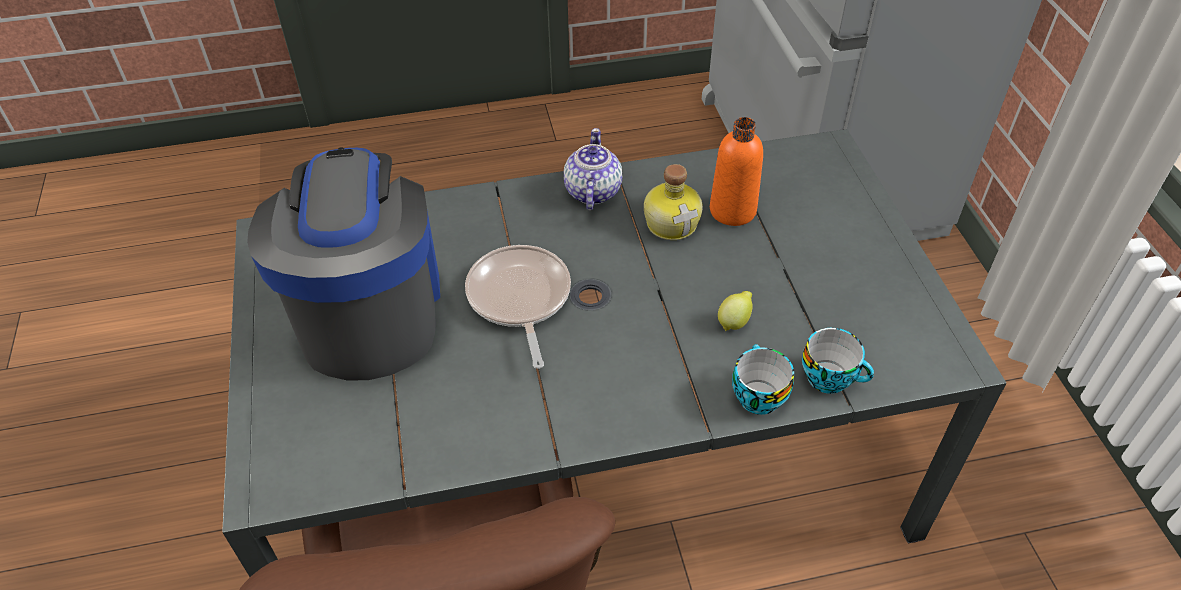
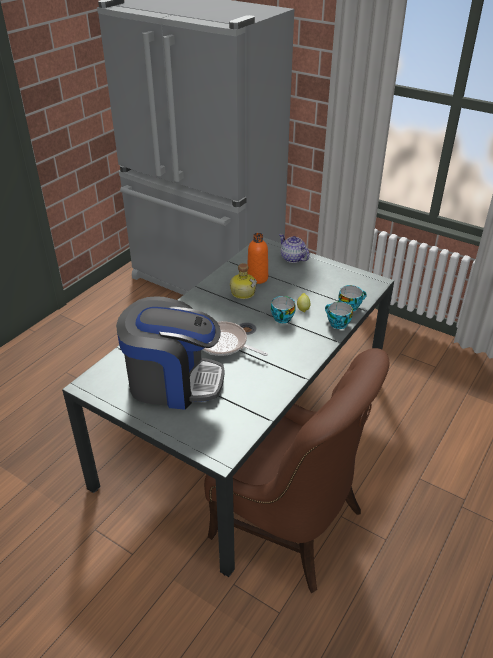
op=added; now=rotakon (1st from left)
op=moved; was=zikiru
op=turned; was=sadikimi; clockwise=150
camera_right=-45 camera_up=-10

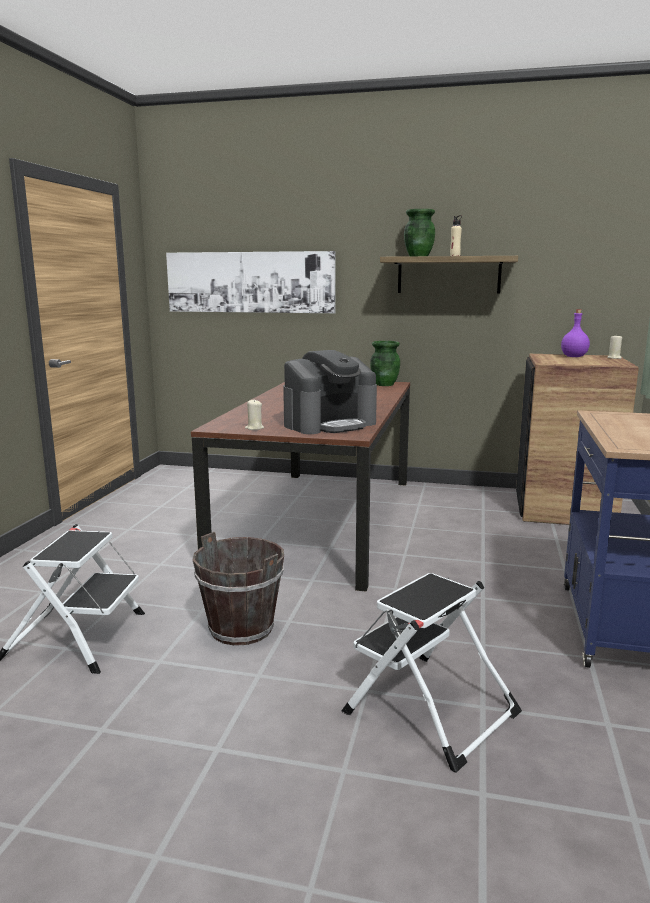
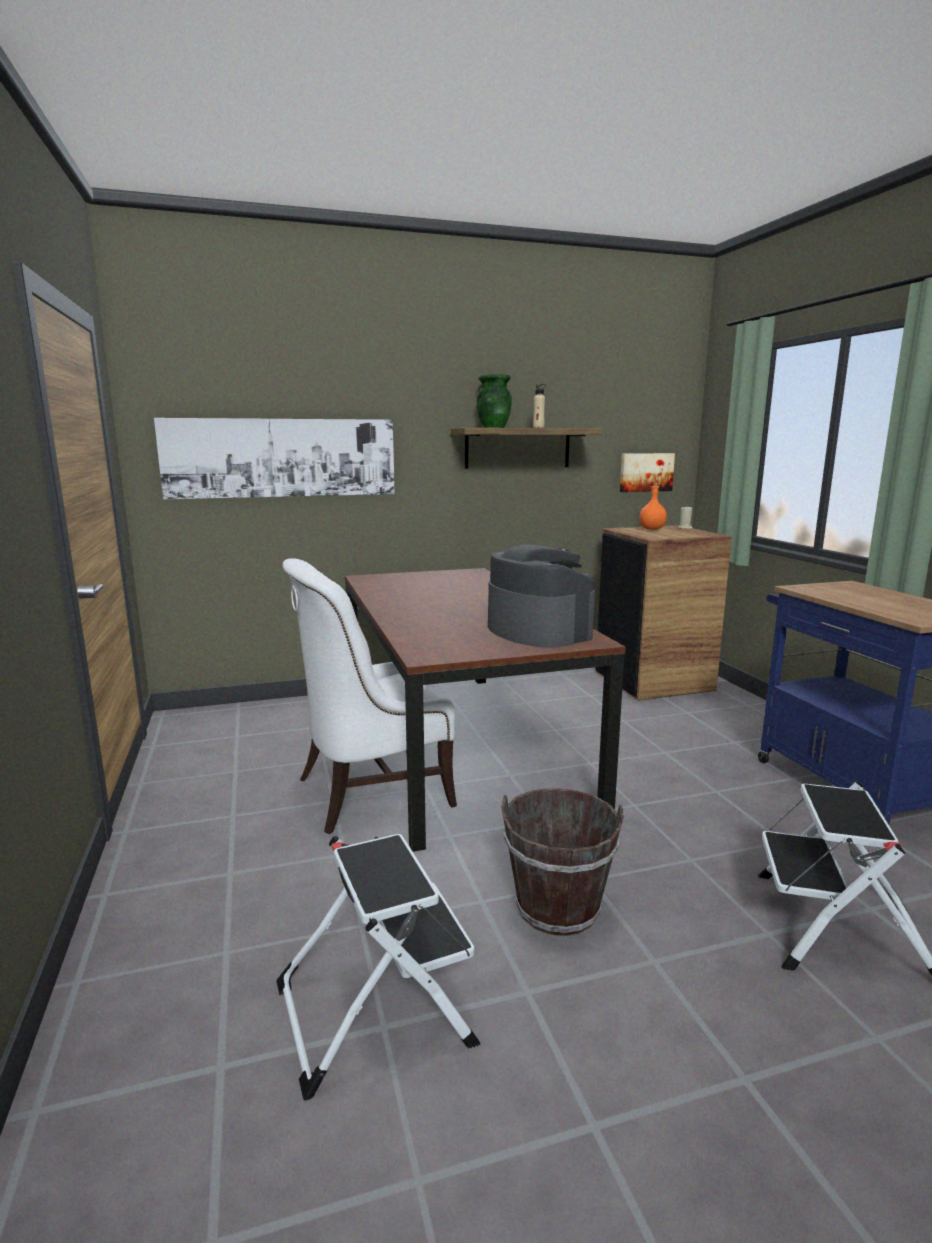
op=removed; was=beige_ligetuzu (1st from left)
op=removed; was=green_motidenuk (1st from left)
op=added; now=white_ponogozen
op=added; now=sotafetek (2nd from left)
op=recoloured; was=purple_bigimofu; now=orange_bigimofu
op=turned; was=sadikimi; clockwise=-60
camera_right=-30 camera_up=0

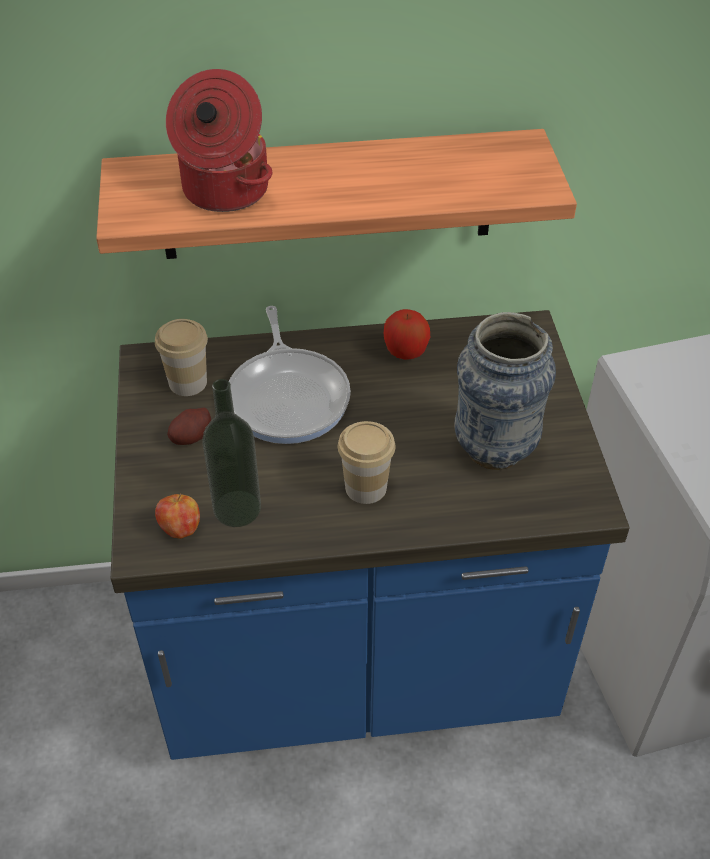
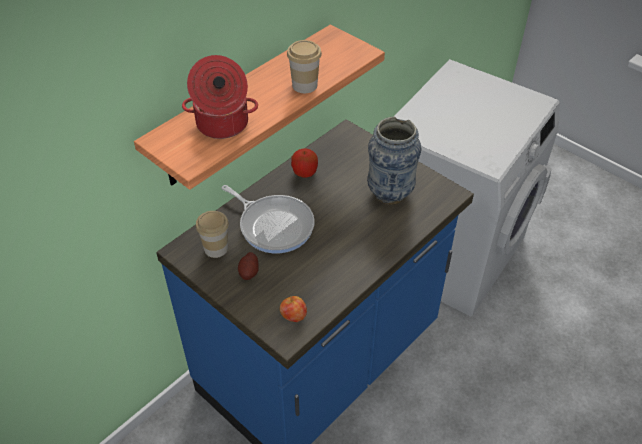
op=removed; was=bigimofu
op=moved; was=rotakon (2nd from left)
camera_right=-40 camera_up=0

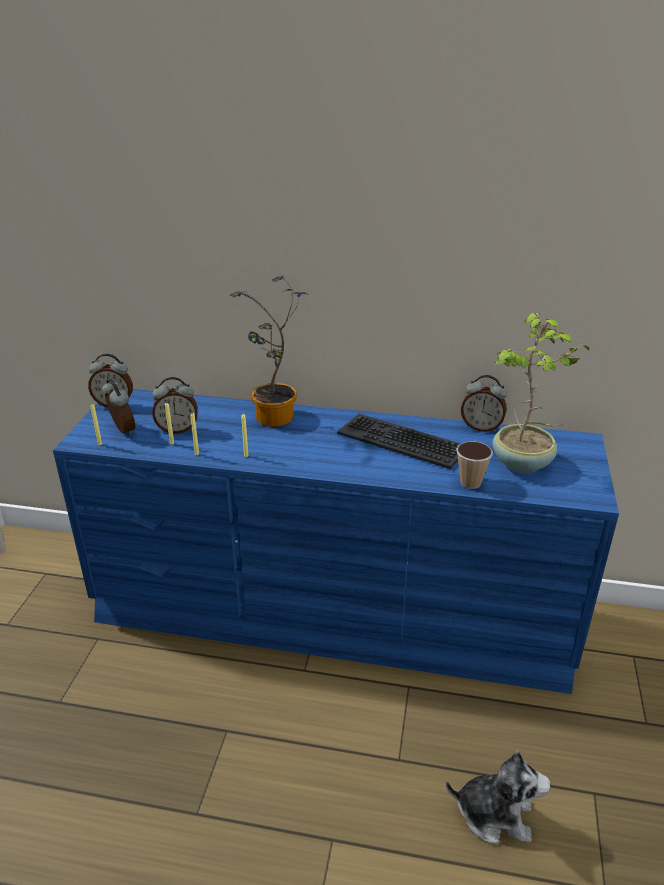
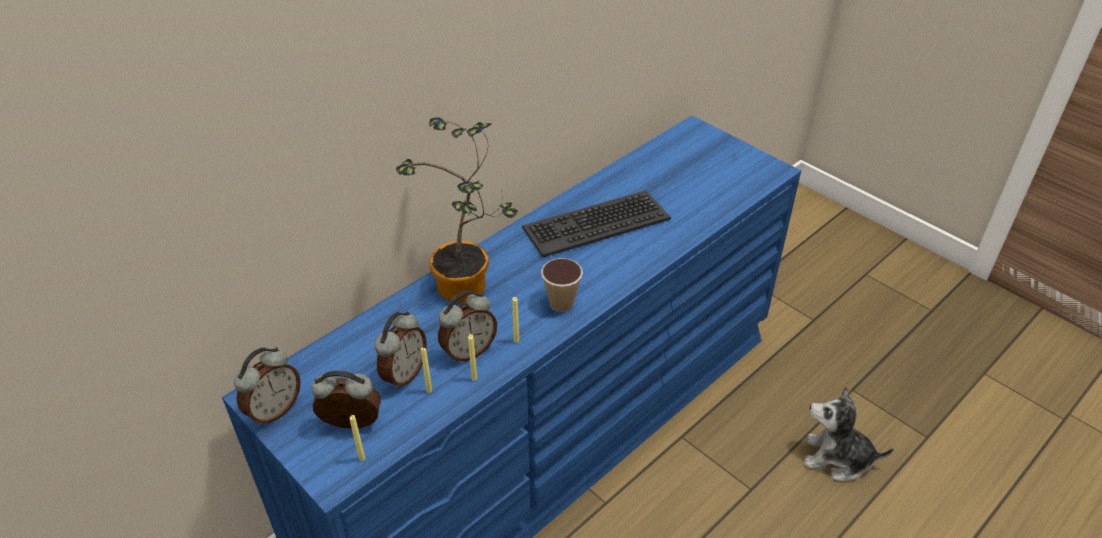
op=removed; was=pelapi (2nd from left)
op=moved; was=rotakon
op=moved; was=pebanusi (4th from left)
op=turned; was=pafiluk; clockwise=-120
camera_right=-55 camera_up=10

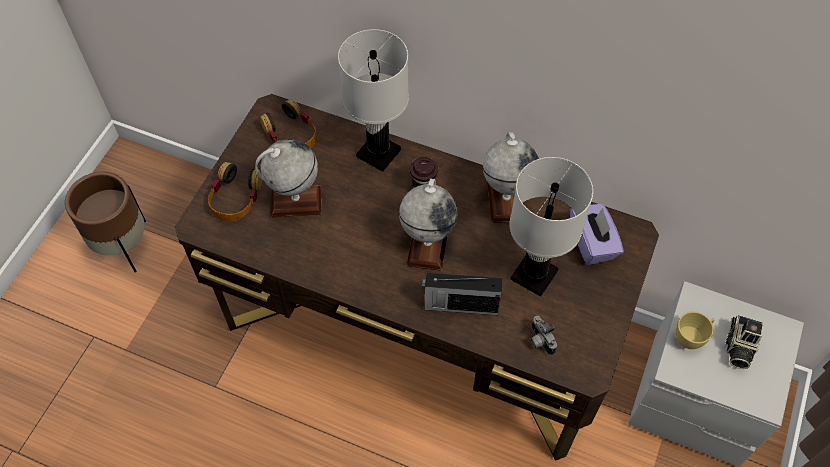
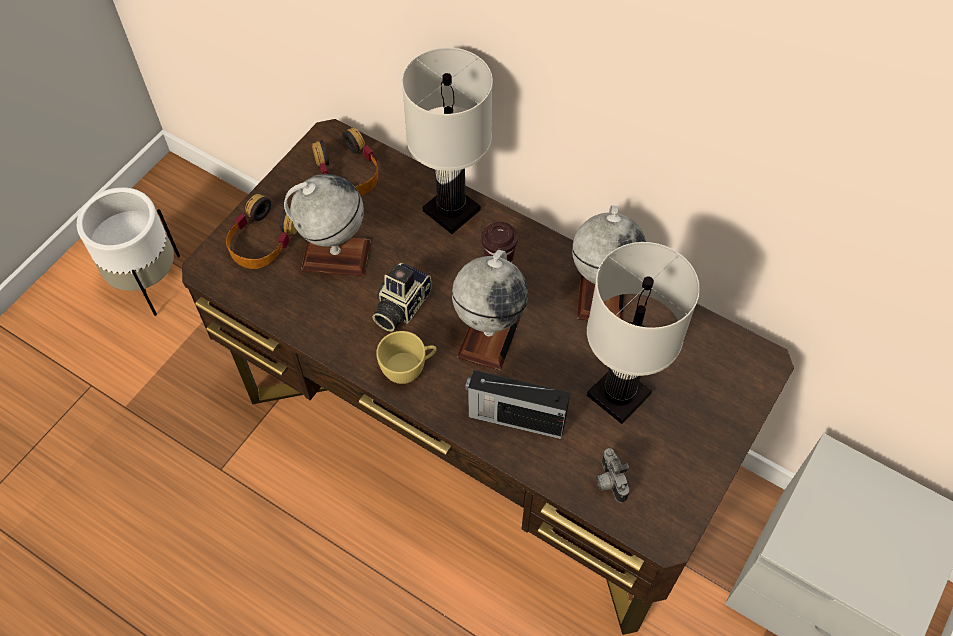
op=removed; was=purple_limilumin
op=moved; was=yellow_rotakon
op=moved; was=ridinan (2nd from left in the first image); now=ridinan (1st from left)
op=recoloured; was=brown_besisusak; now=white_besisusak
camera_right=10 camera_up=0

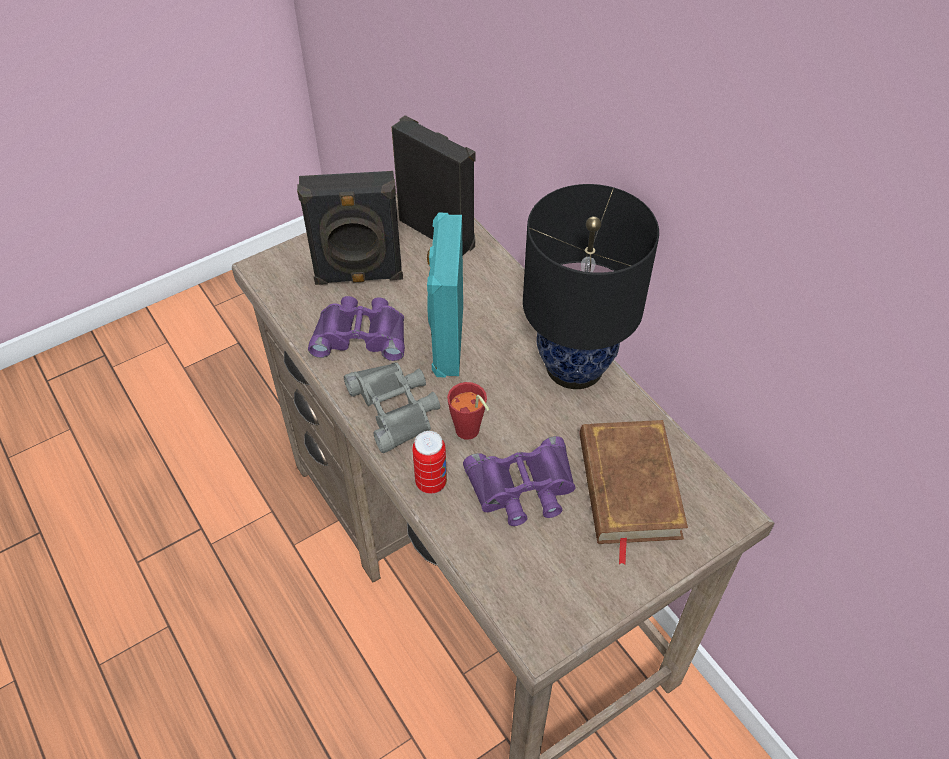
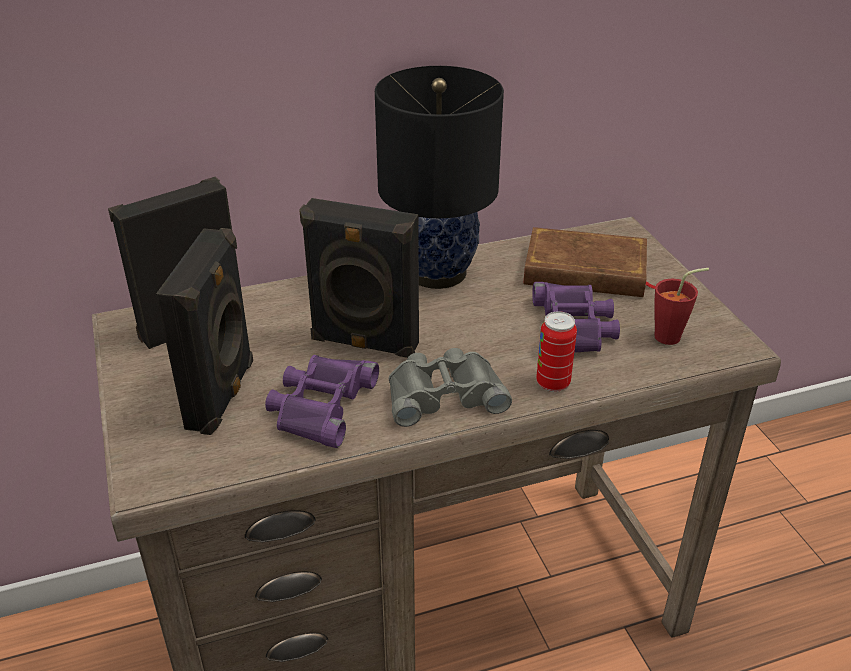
op=moved; was=red_rotakon
op=recoloured; was=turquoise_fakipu; now=black_fakipu (3rd from left)
camera_right=-75 camera_up=-15

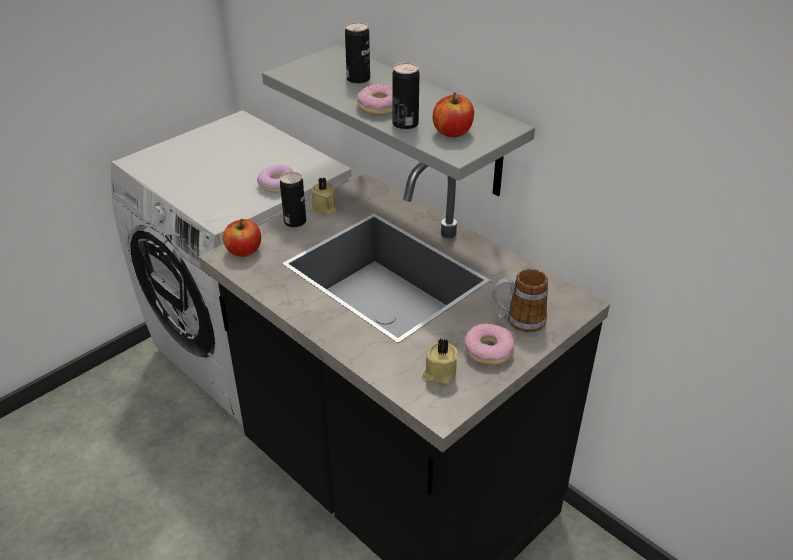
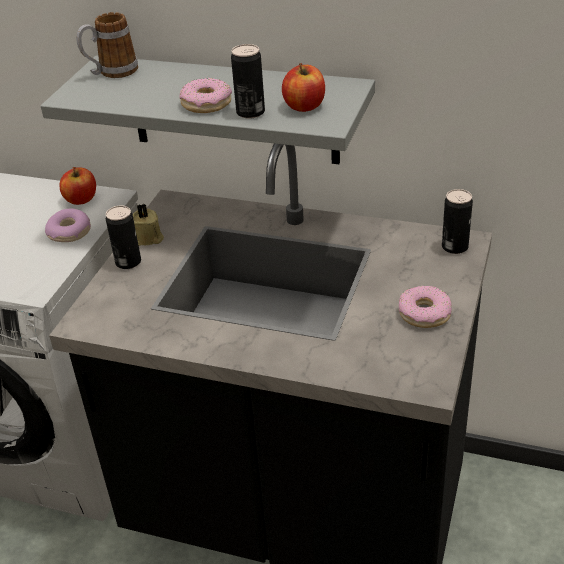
op=removed; was=beige_ligetuzu (2nd from left)
op=moved; was=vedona (1st from left)
op=moved; was=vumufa (2nd from left in the first image); now=vumufa (3rd from left)
op=moved; was=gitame
camera_right=-25 camera_up=0

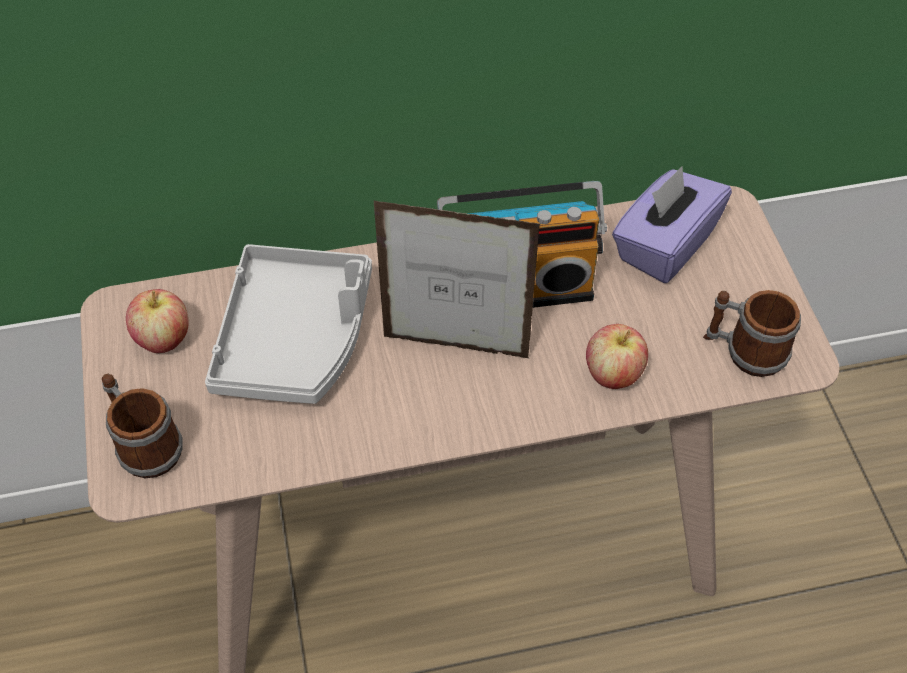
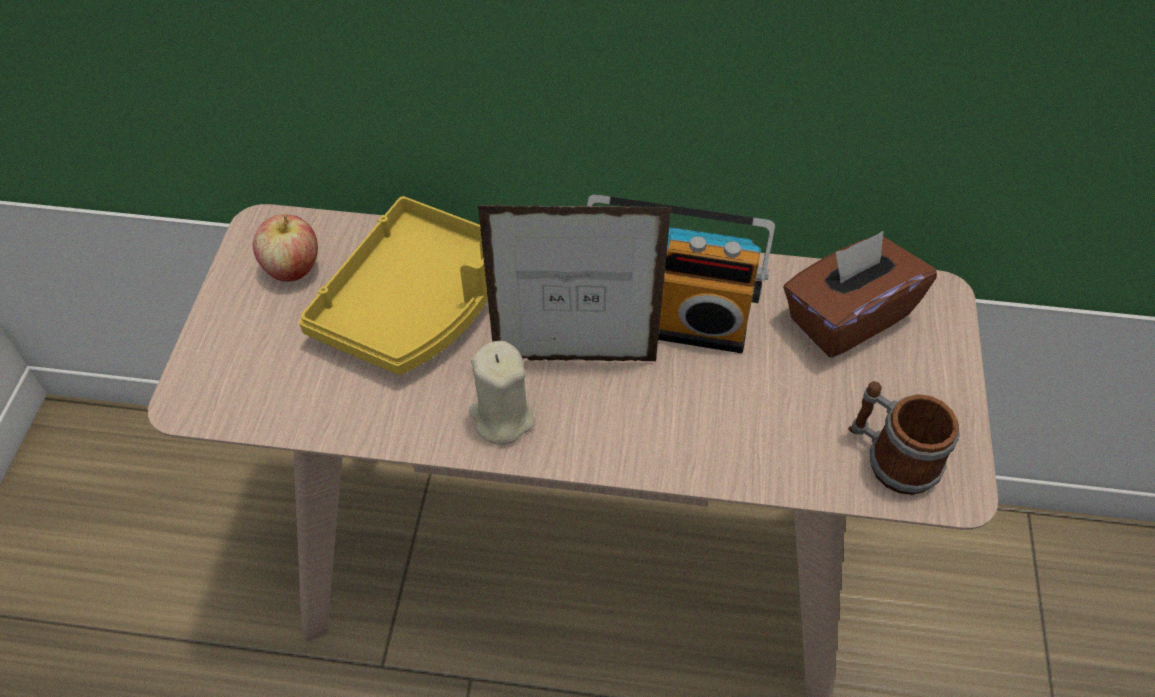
op=removed; was=gitame (1st from left)
op=removed; was=vedona (2nd from left)
op=added; now=beige_ligetuzu
op=recoloured; was=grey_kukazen; now=yellow_kukazen
op=recoloured; was=purple_limilumin; now=brown_limilumin
op=turned; was=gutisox; clockwise=150
camera_right=20 camera_up=0

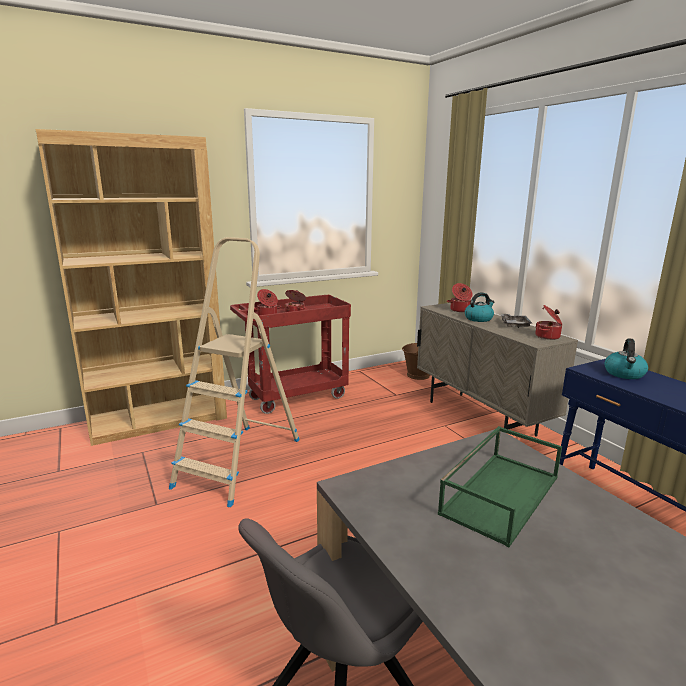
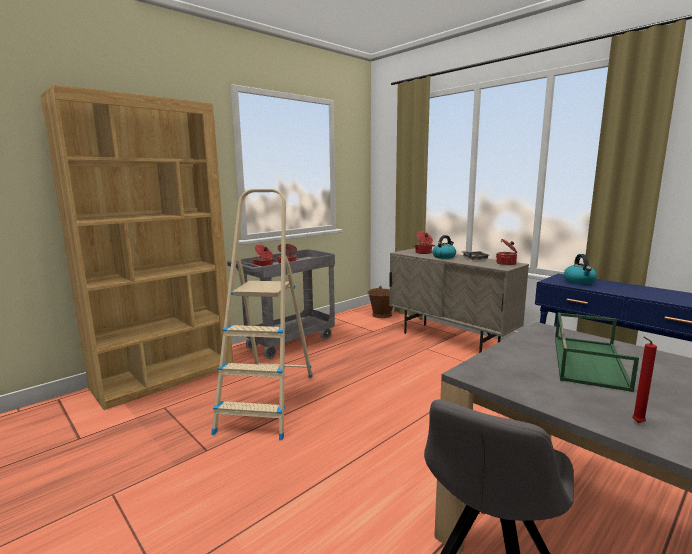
op=added; now=red_ligetuzu
op=recoloured; was=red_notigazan; now=grey_notigazan
camera_right=-15 camera_up=-5

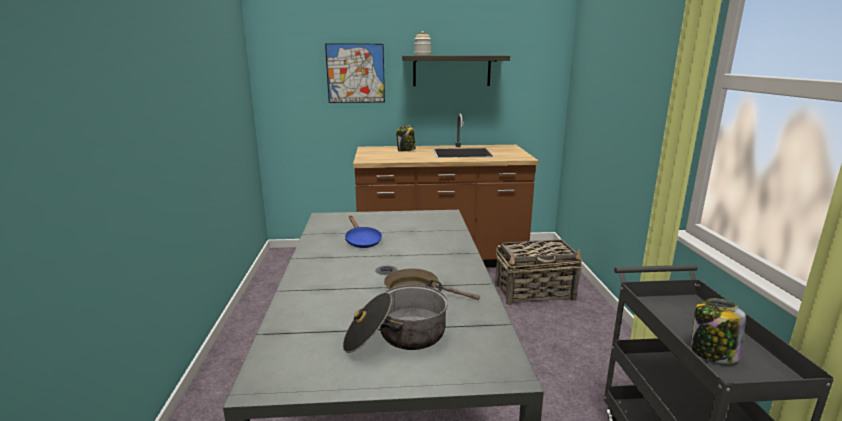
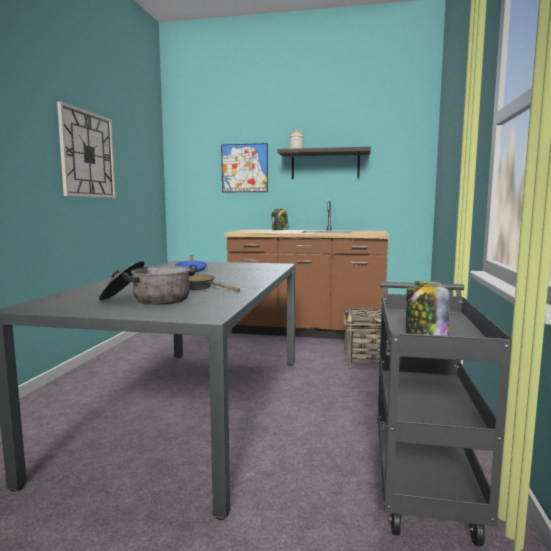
op=added; now=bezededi
camera_right=15 camera_up=-10

